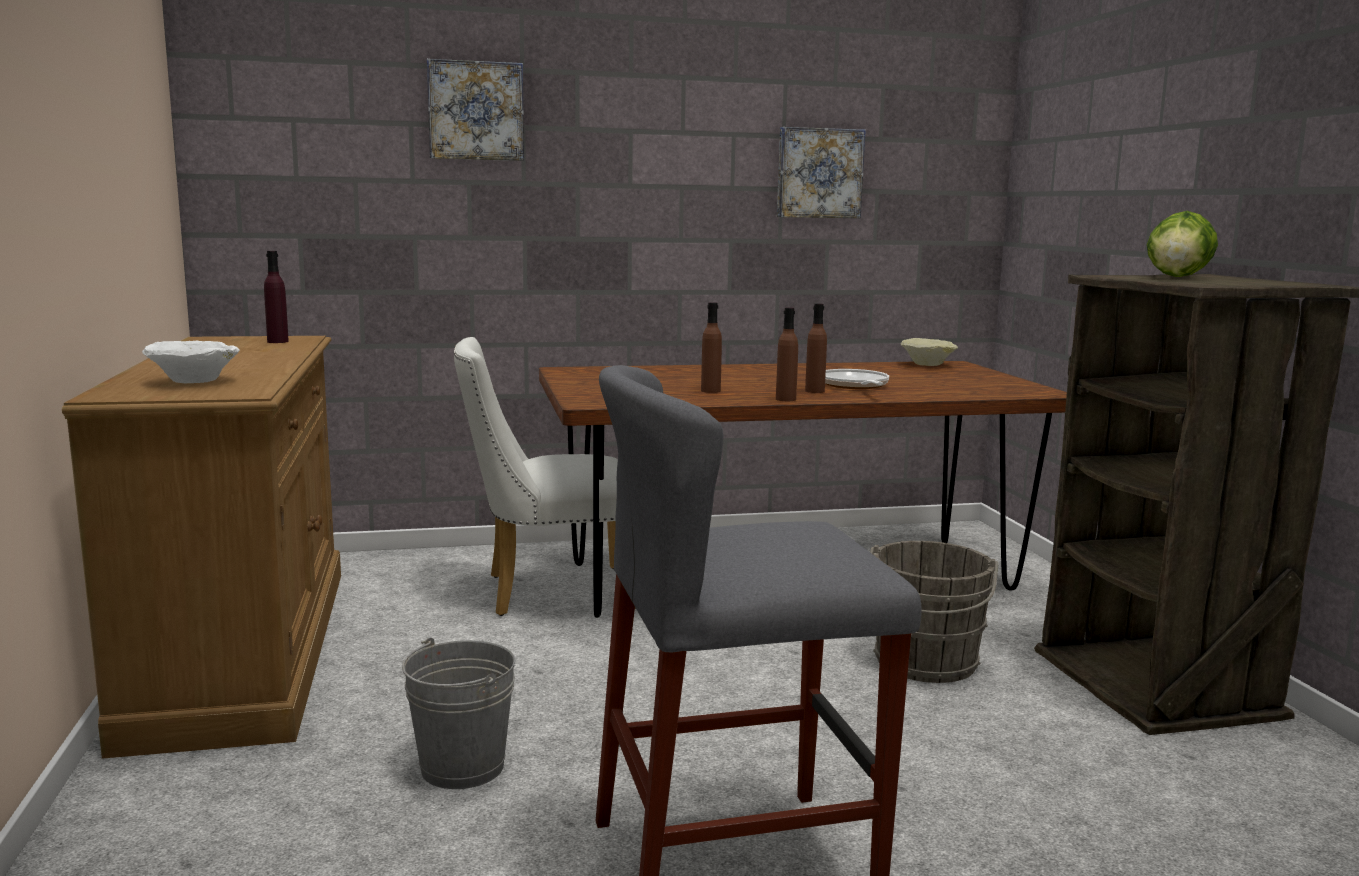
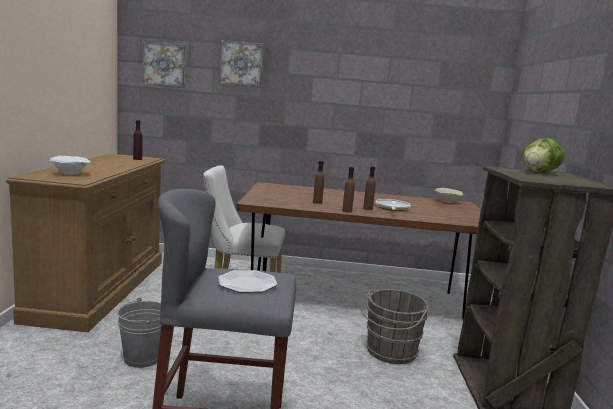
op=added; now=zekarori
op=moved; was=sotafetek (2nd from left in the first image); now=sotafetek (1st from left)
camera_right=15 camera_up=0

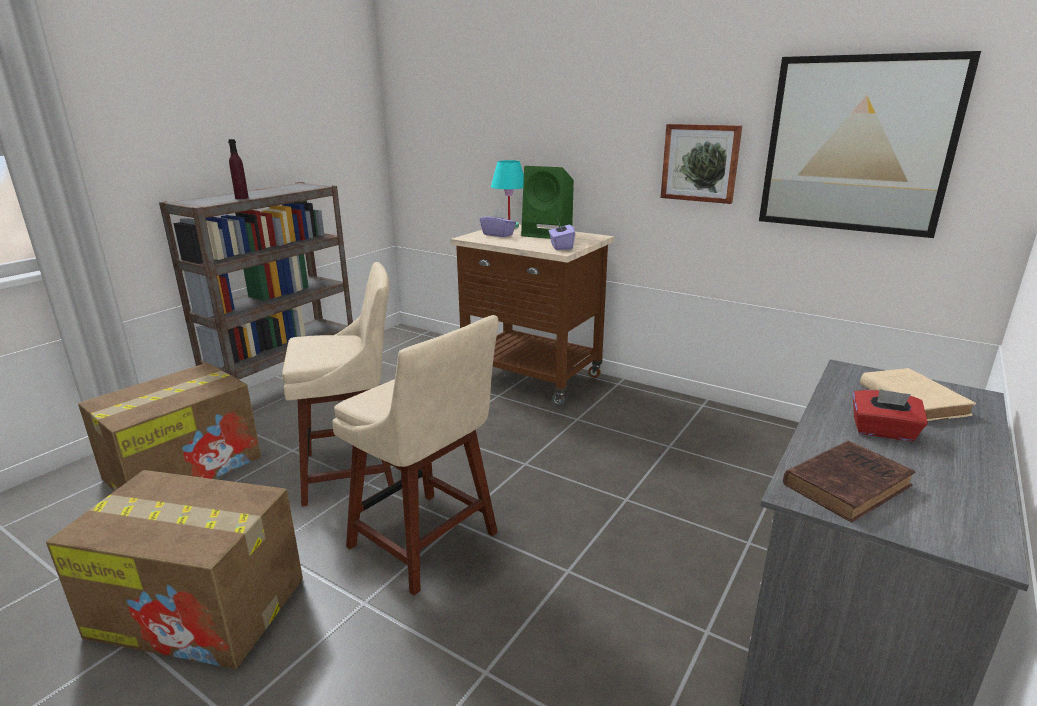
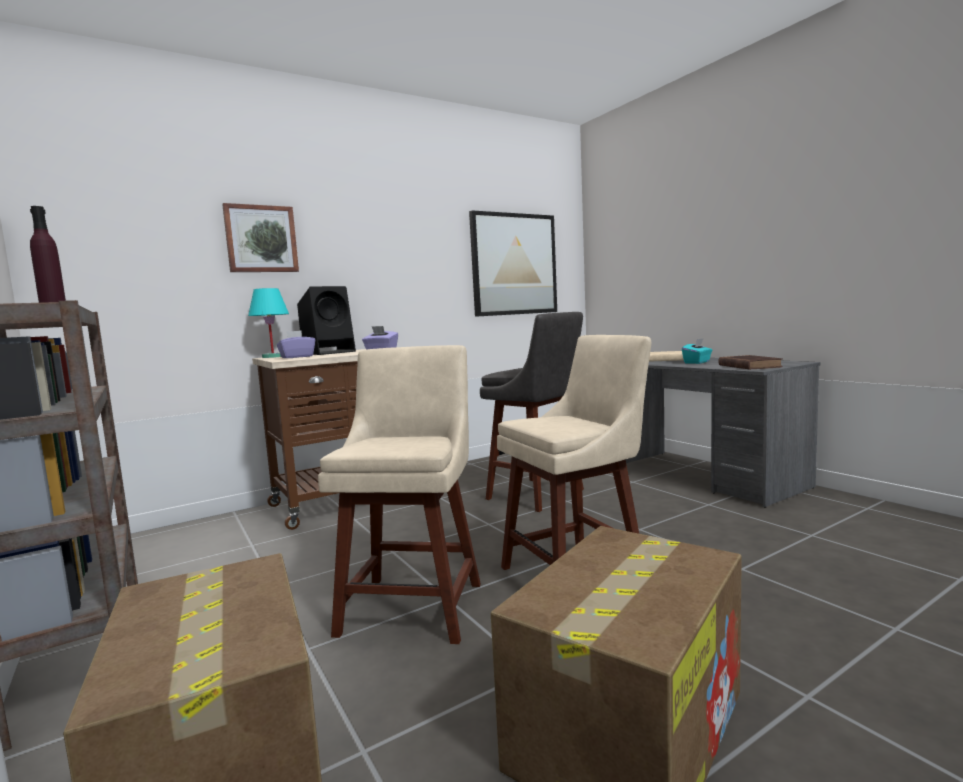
op=added; now=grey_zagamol
op=moved; was=sotafetek (1st from left)
op=recoloured; was=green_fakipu; now=black_fakipu
op=recoloured; was=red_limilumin; now=turquoise_limilumin
camera_right=-65 camera_up=-15

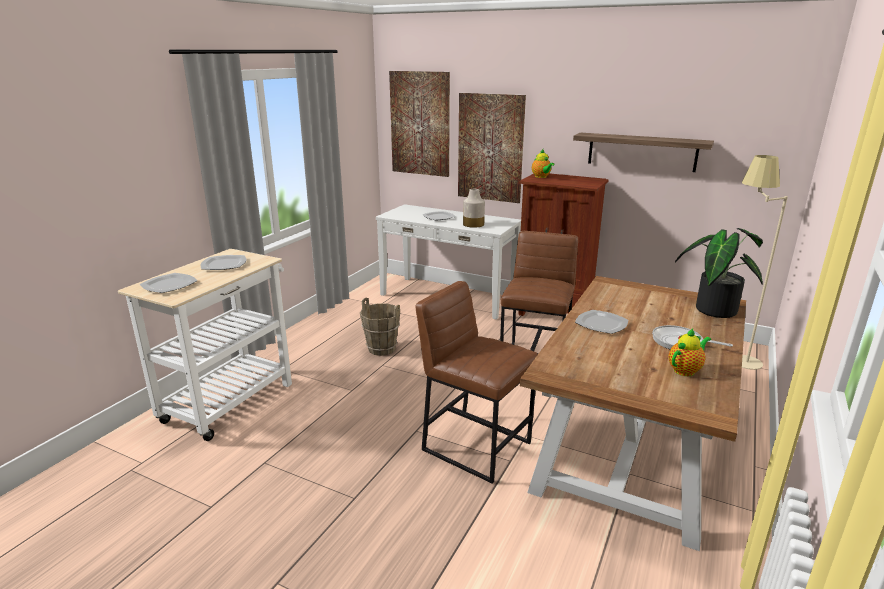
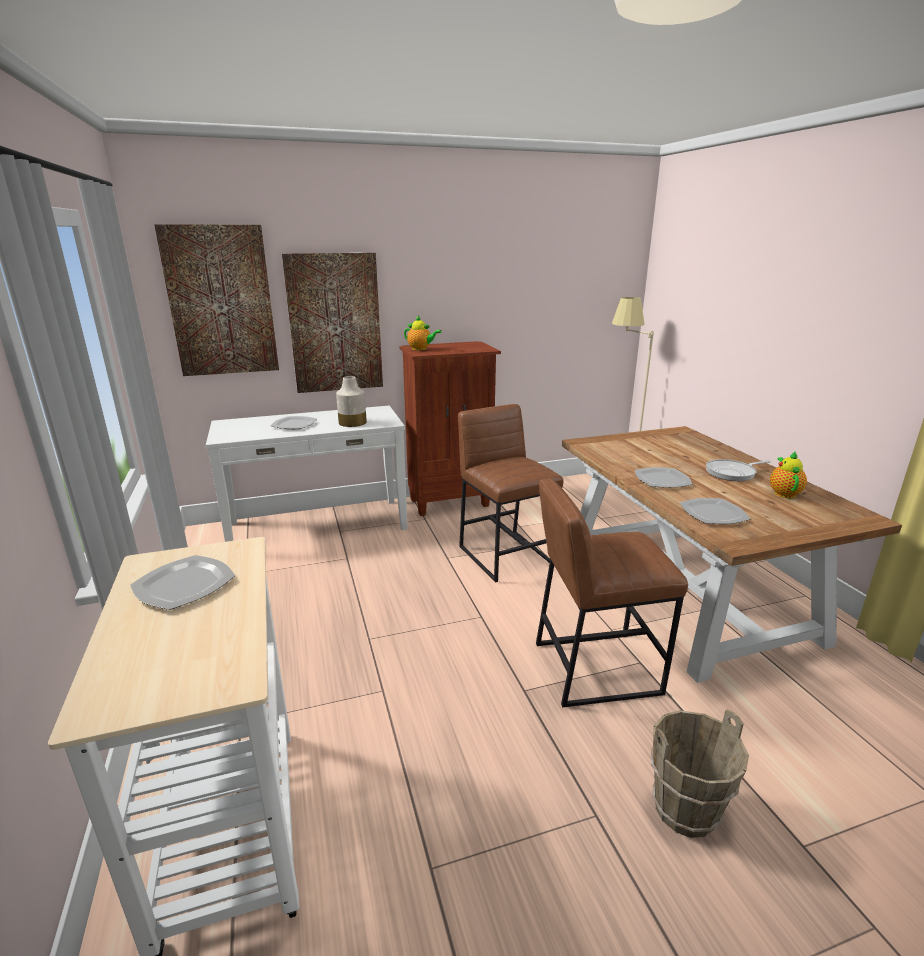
op=removed; was=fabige
op=removed; was=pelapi
op=moved; was=zekarori (1st from left in the first image); now=zekarori (4th from left)
op=moved; was=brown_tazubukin
camera_right=-45 camera_up=0

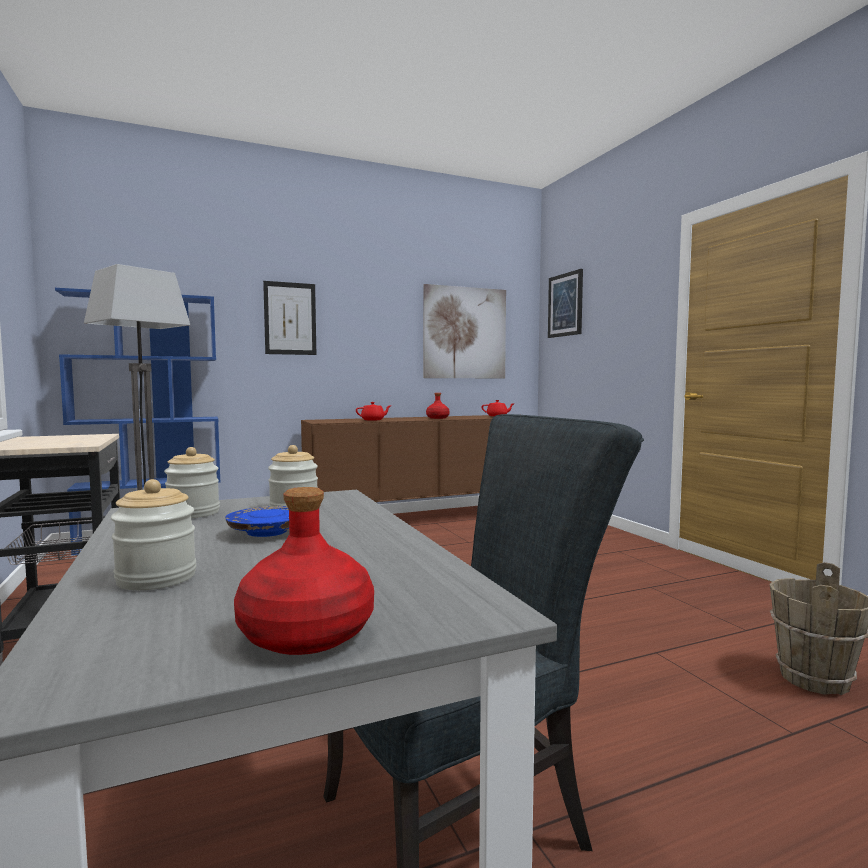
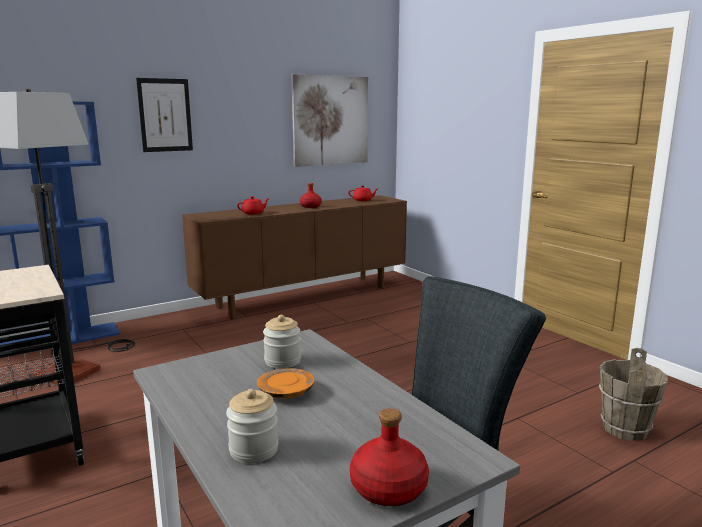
op=removed; was=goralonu (2nd from left)
op=removed; was=sotafetek (3rd from left)
op=recoloured; was=blue_zekarori; now=orange_zekarori
camera_right=-10 camera_up=10

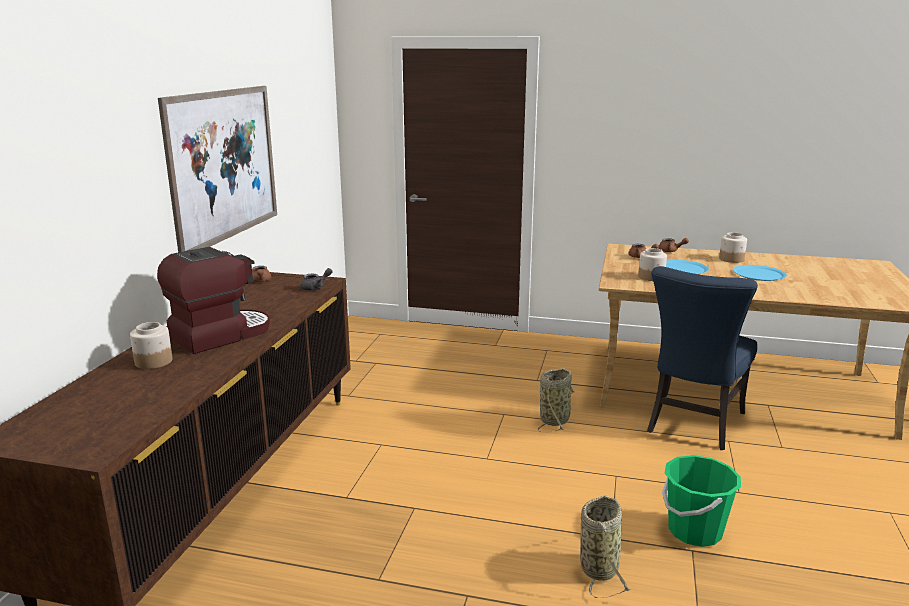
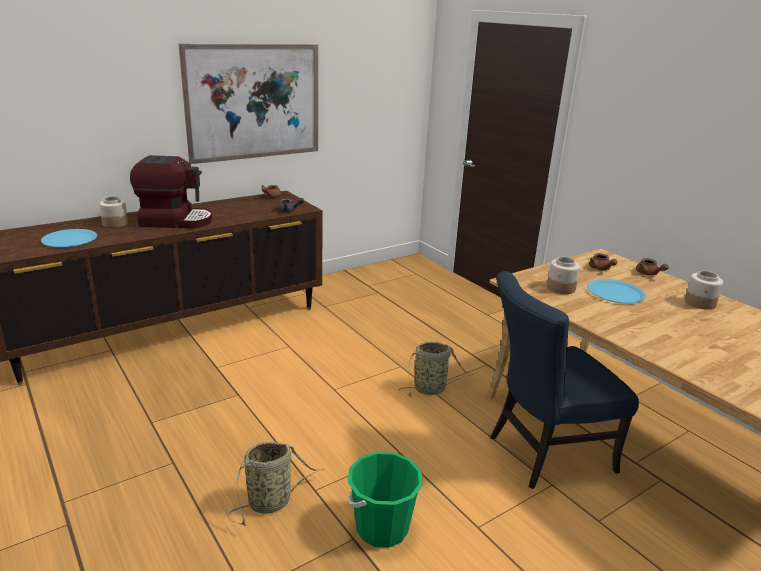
op=moved; was=blue_zekarori (2nd from left in the first image); now=blue_zekarori (1st from left)
camera_right=40 camera_up=5

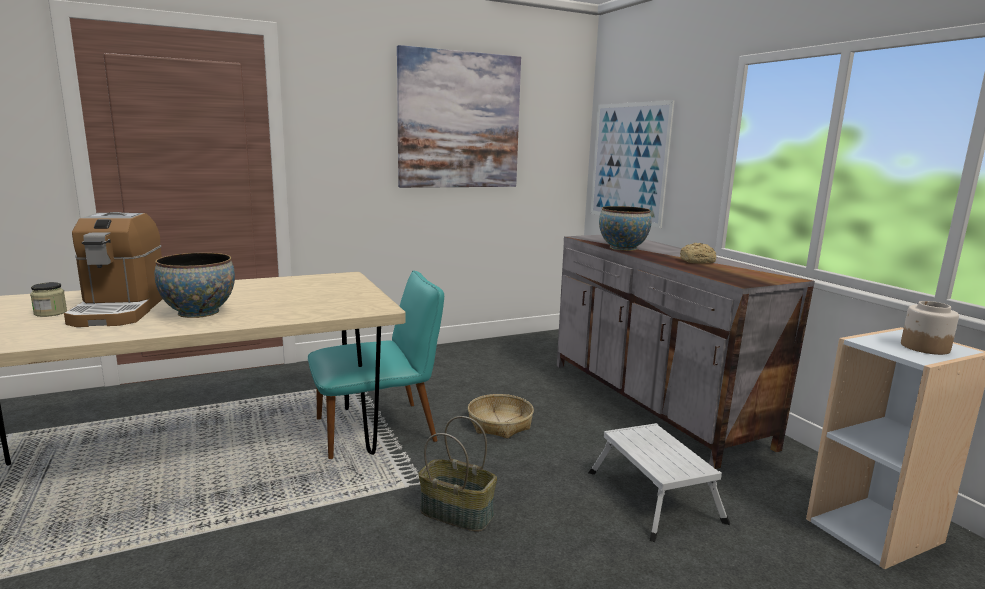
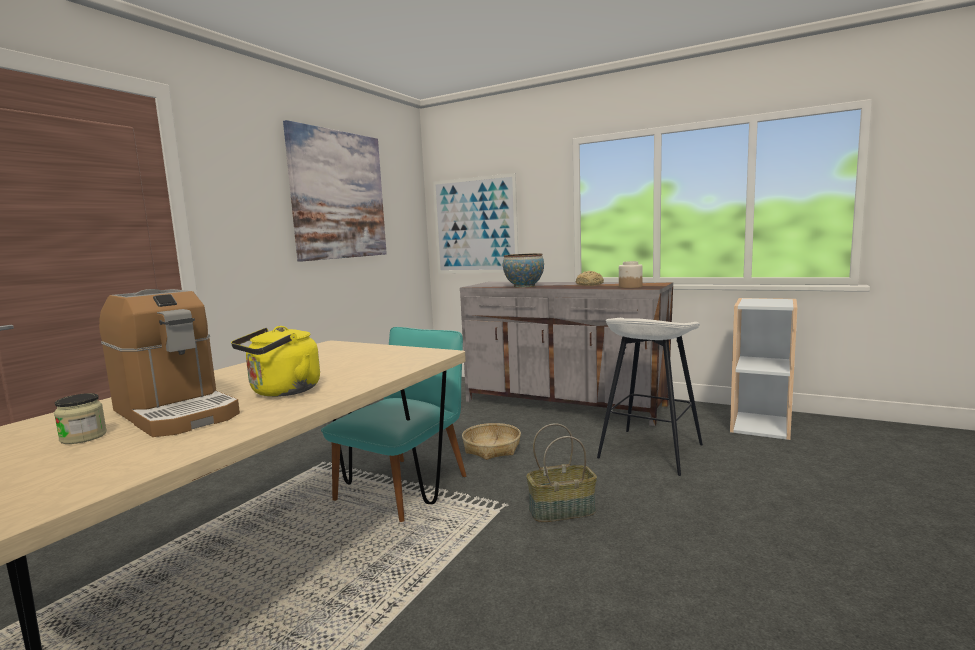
op=moved; was=goralonu (2nd from left)
op=replaced; was=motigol (1st from left); now=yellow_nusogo
op=replaced; was=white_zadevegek; now=white_zagamol
camera_right=-35 camera_up=-5

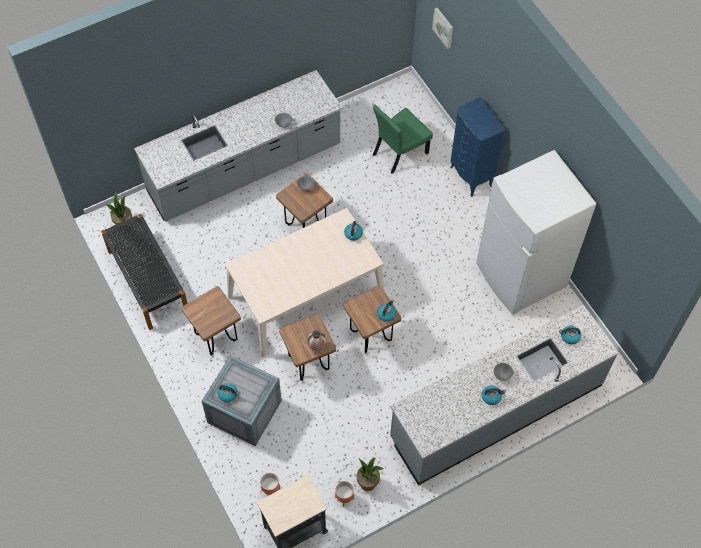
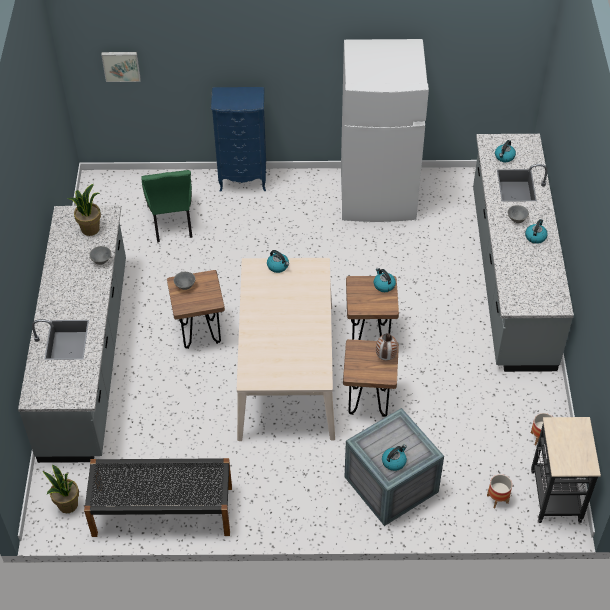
op=removed; was=brown_zagamol (1st from left)
op=moved; was=pelapi (2nd from left)
camera_right=-60 camera_up=-10

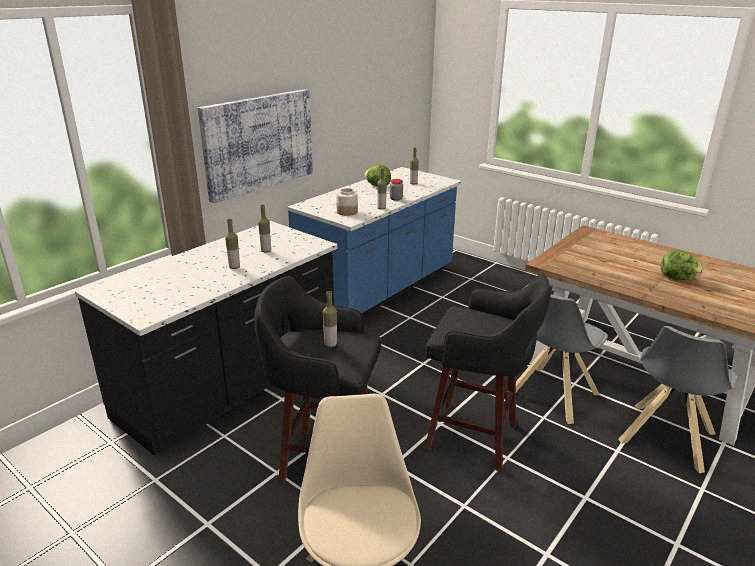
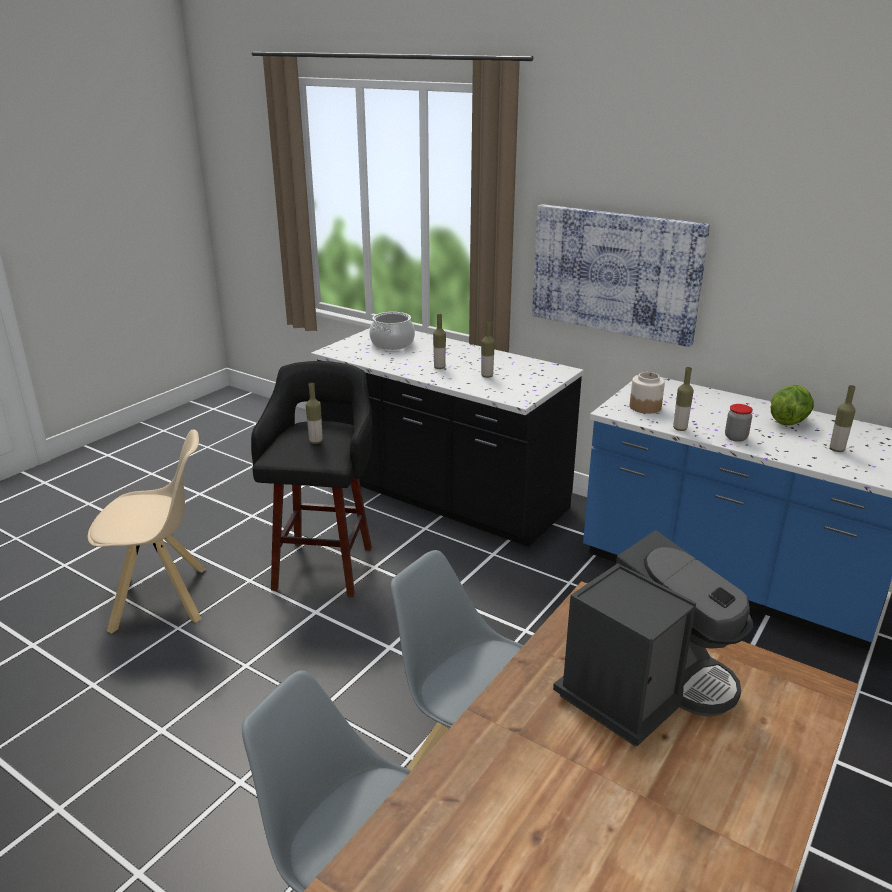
op=removed; was=black_zagamol (2nd from left)
op=removed; was=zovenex (2nd from left)
op=added; now=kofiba
op=added; now=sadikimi
camera_right=85 camera_up=0

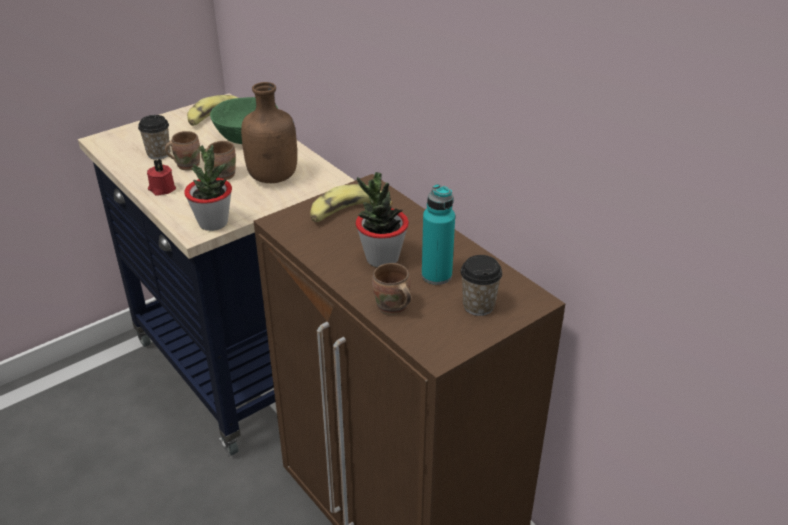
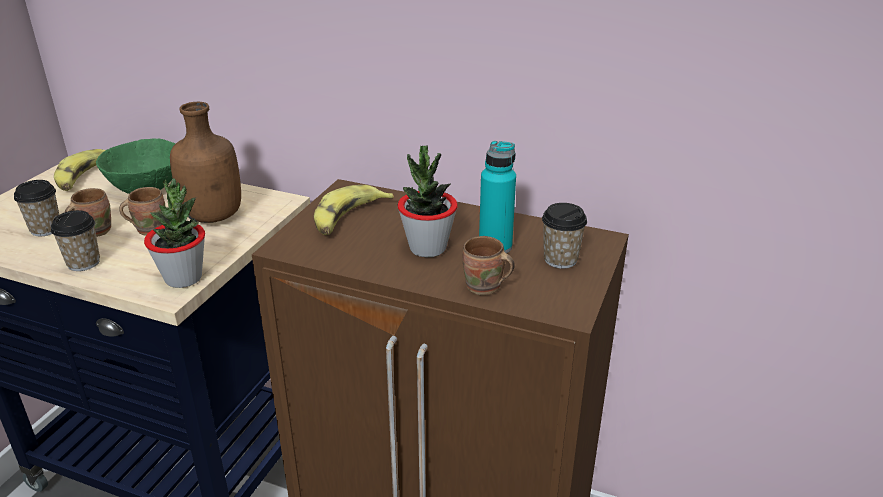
op=replaced; was=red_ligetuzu; now=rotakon (2nd from left)
camera_right=-30 camera_up=-5

